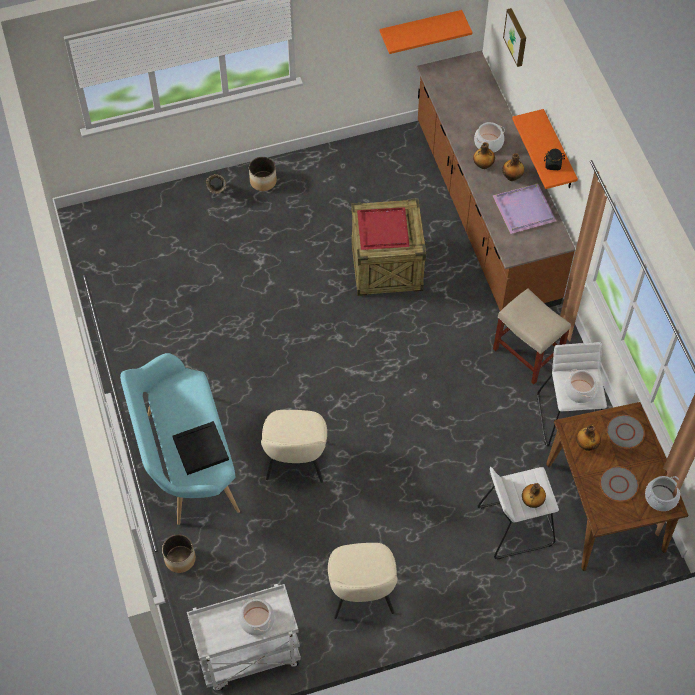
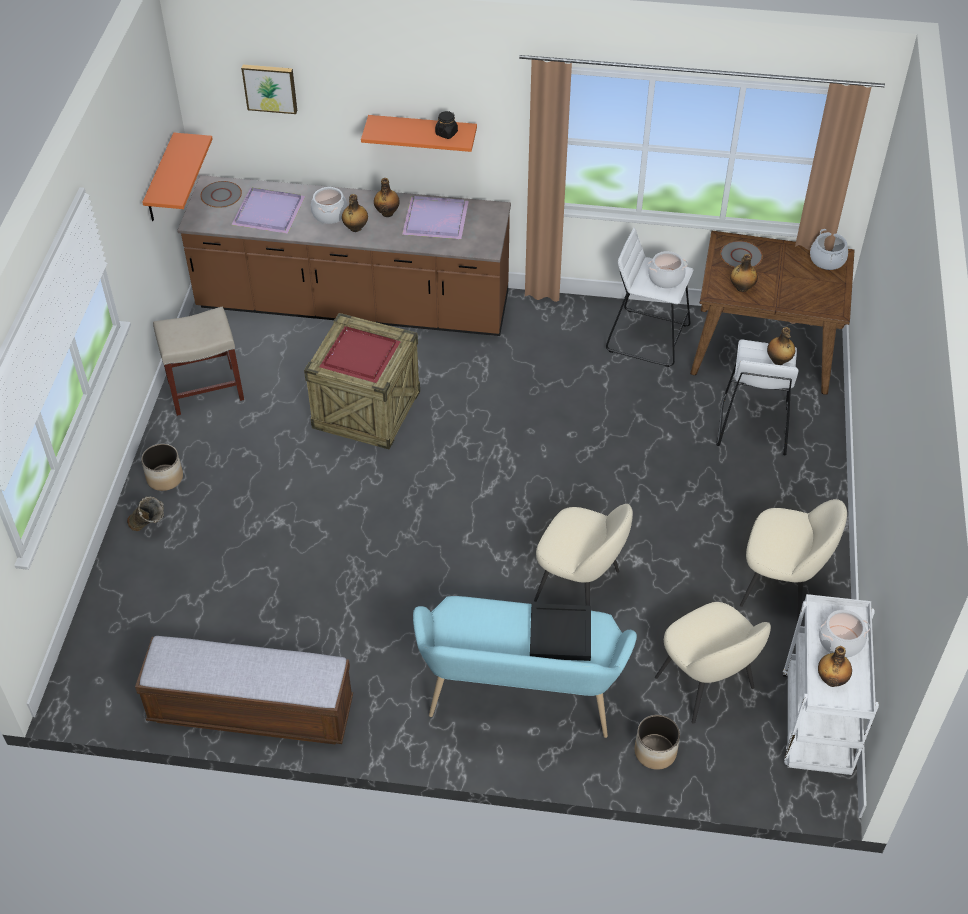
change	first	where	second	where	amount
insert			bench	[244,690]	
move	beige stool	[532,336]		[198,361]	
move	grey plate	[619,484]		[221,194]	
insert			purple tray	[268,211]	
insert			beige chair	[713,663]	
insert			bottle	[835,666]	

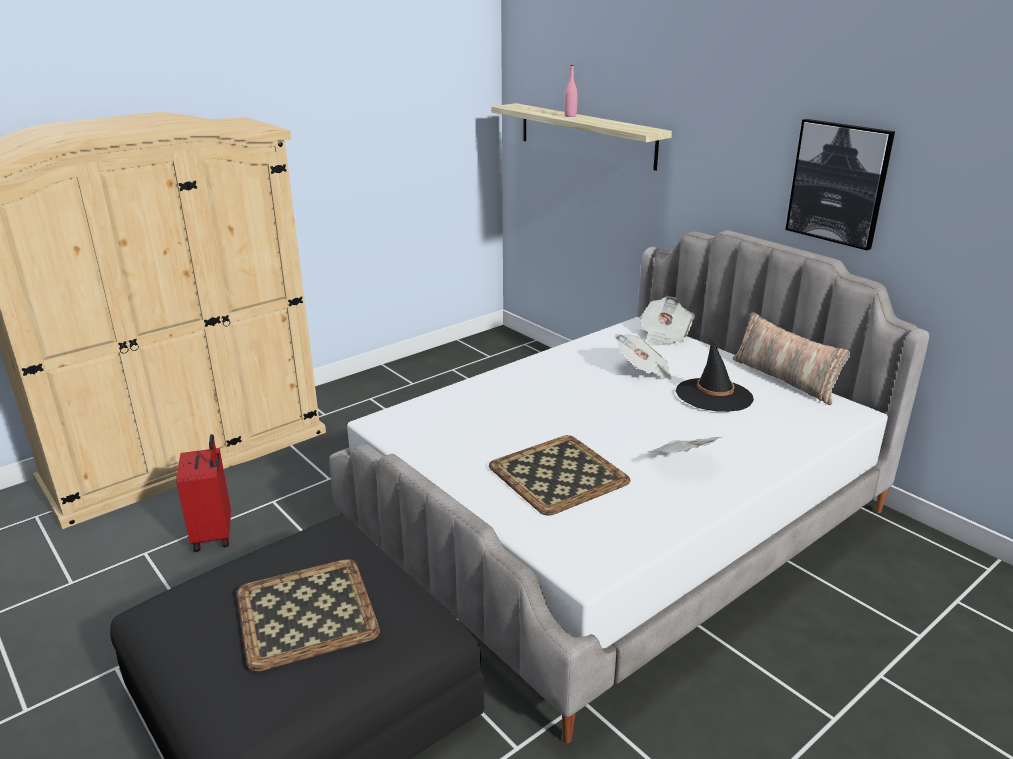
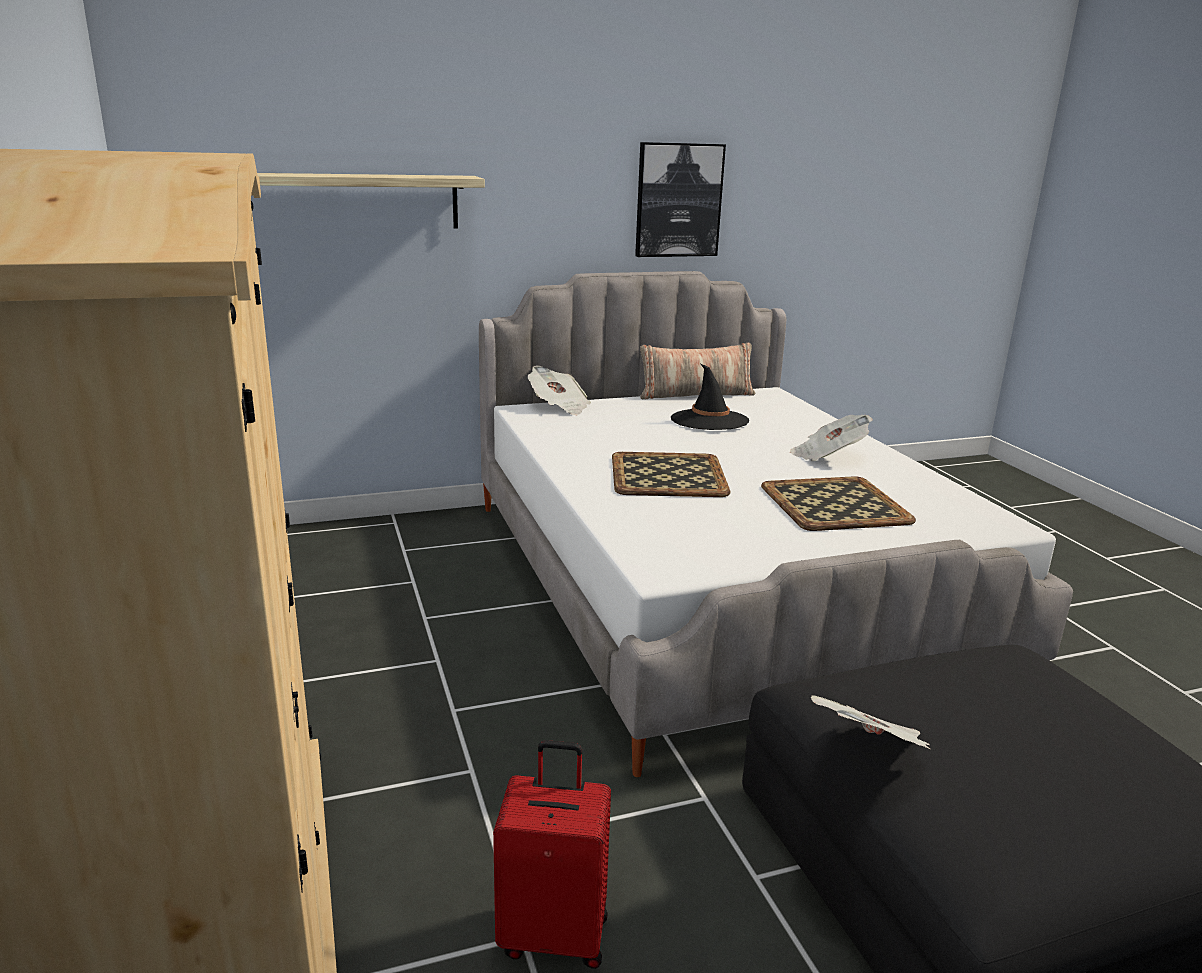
change	first	where	second	where	amount
move	tray	[308,615]		[671,474]	
move	newspaper	[643,356]		[870,722]	
delete	pink bottle	[570,91]			

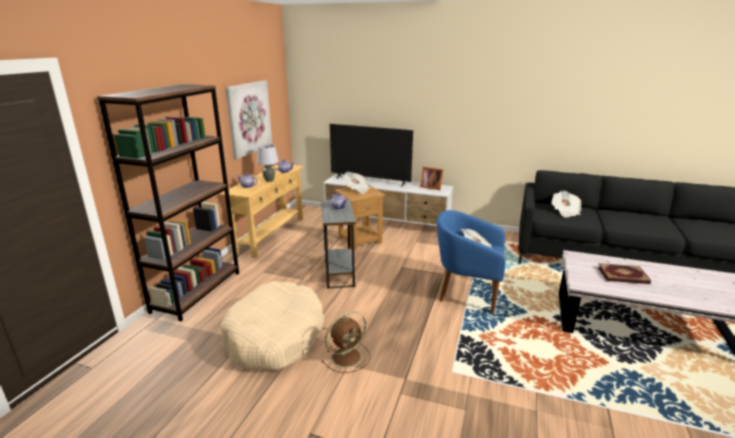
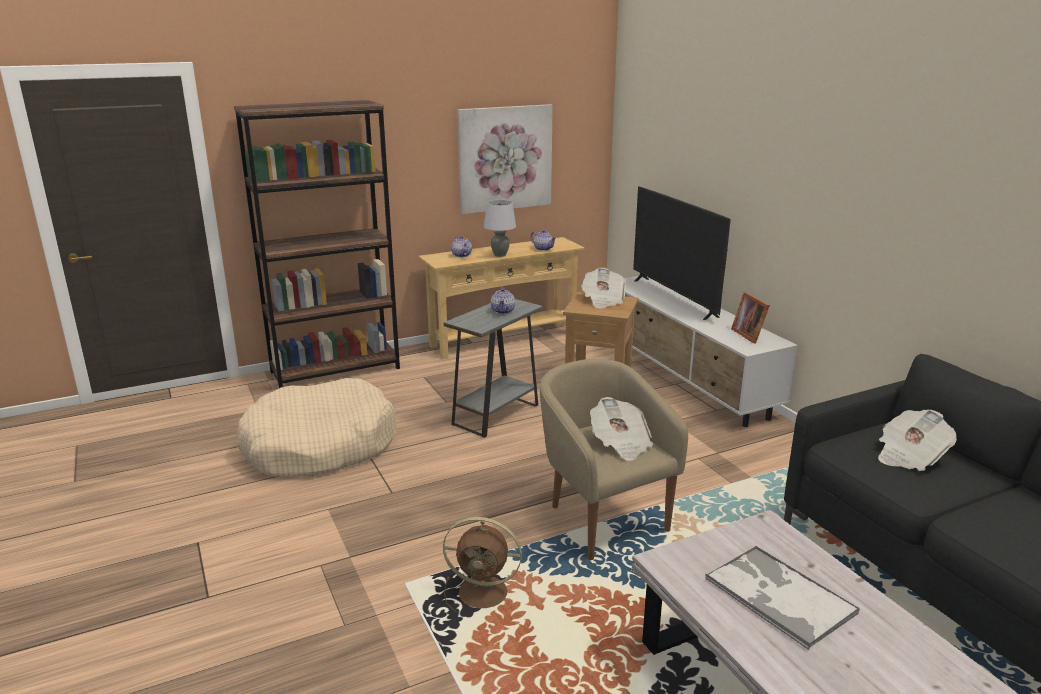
change	first	where	second	where	amount
move	brown fan	[345,342]		[482,564]	
recolor	blue armchair	[471,261]	beige armchair	[614,459]	
replace	book	[624,273]	tray	[783,598]	

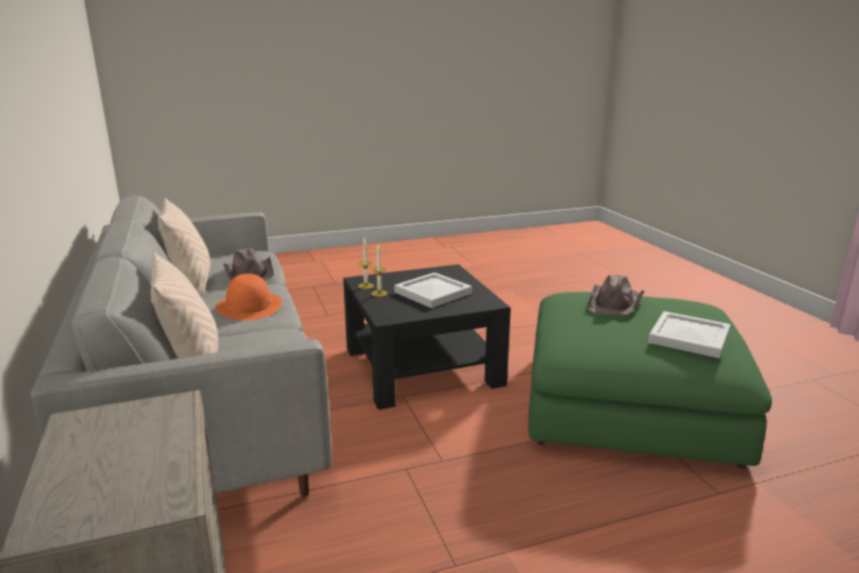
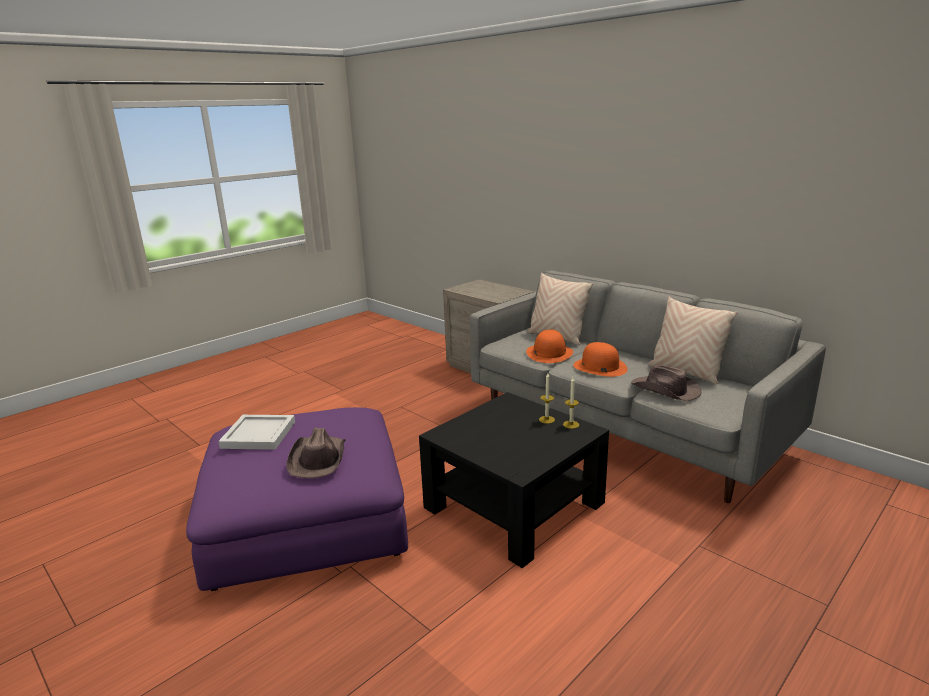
change	first	where	second	where	amount
recolor	green ottoman	[650,380]	purple ottoman	[297,499]	
insert			orange hat	[549,346]	
delete	white tray	[433,290]			

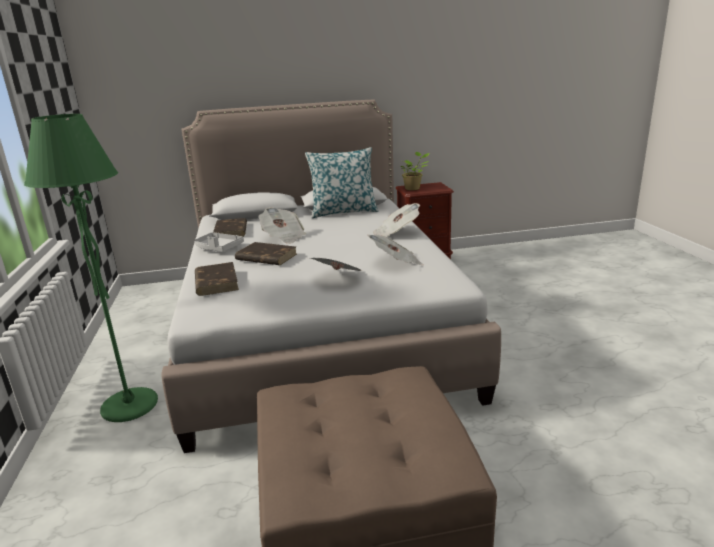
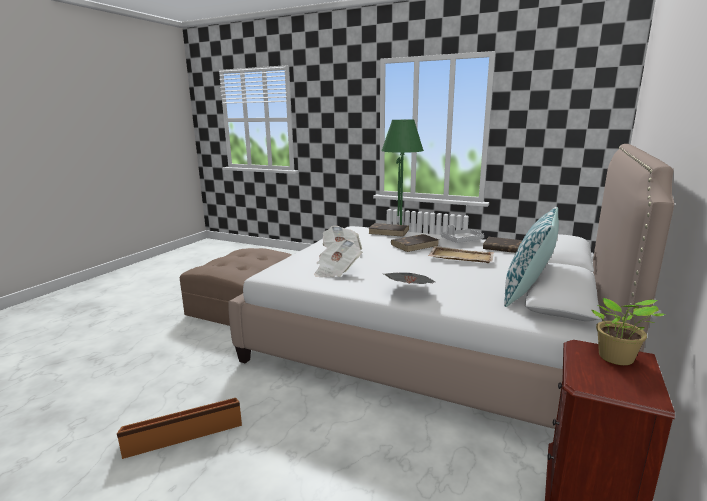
change	first	where	second	where	amount
insert			brown storage box	[179,428]	
replace	newspaper	[282,225]	beige tray	[461,254]	

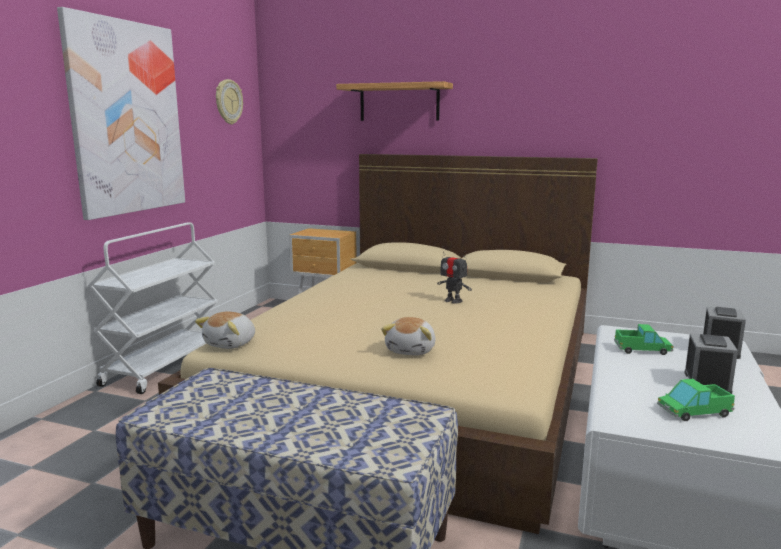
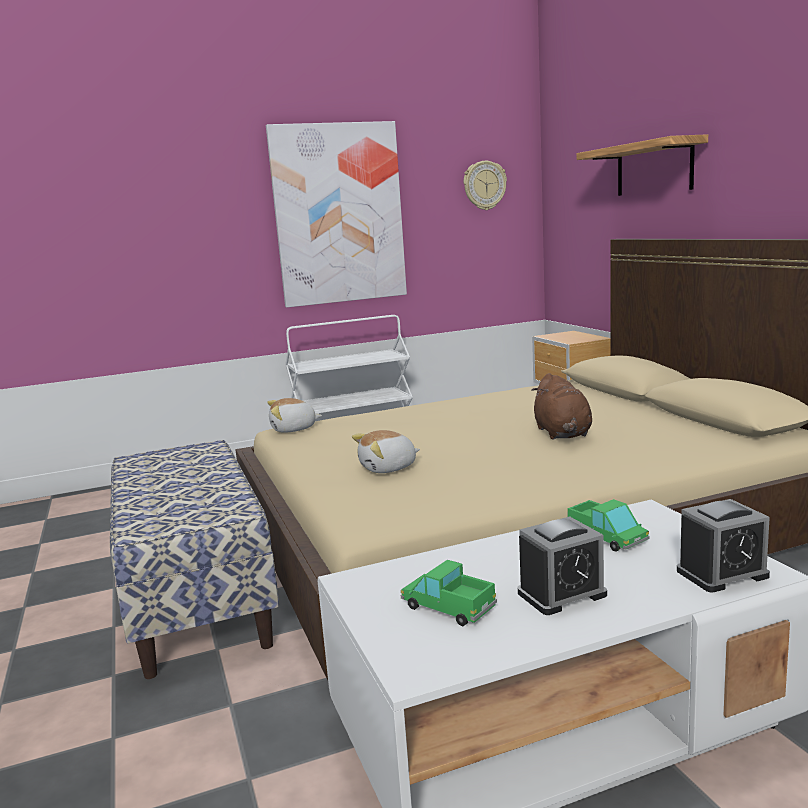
change	first	where	second	where	amount
replace	toy robot	[454,275]	brown plush toy	[561,406]	

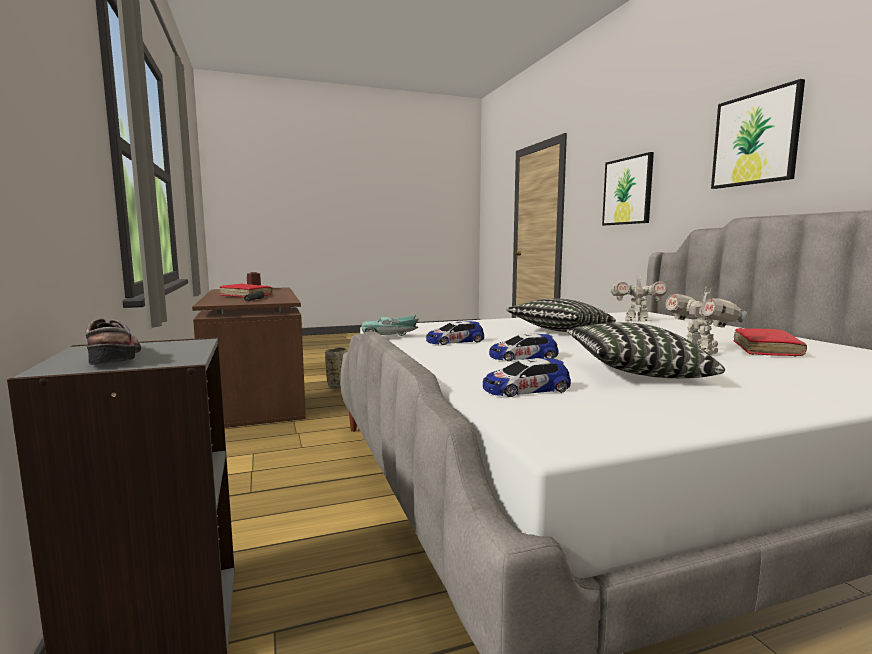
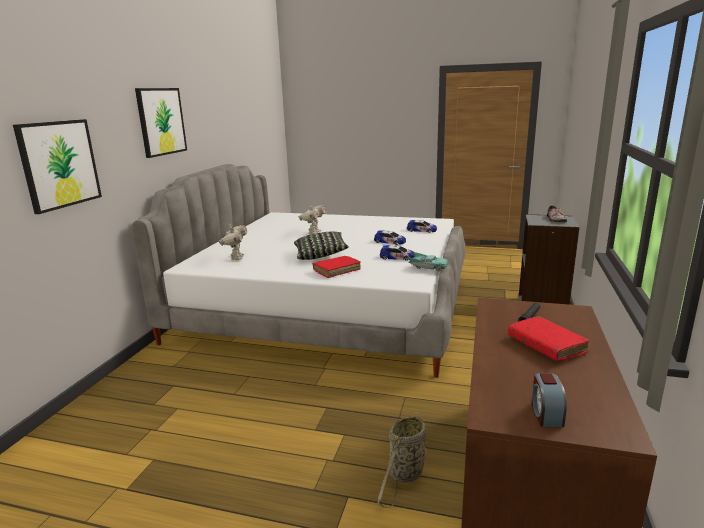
change	first	where	second	where	amount
rotate	toy robot	[639,299]		[233,242]	45 degrees clockwise
move	red book	[770,342]		[337,267]	
delete	pillow	[646,350]			

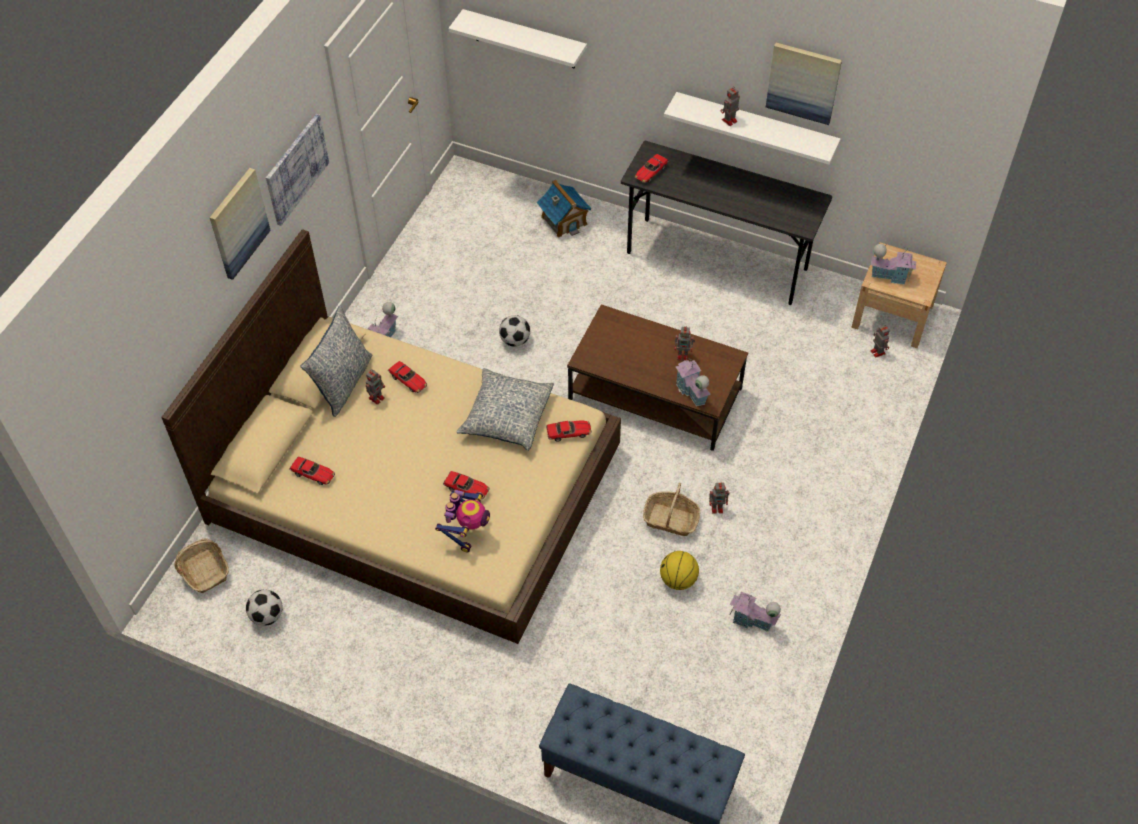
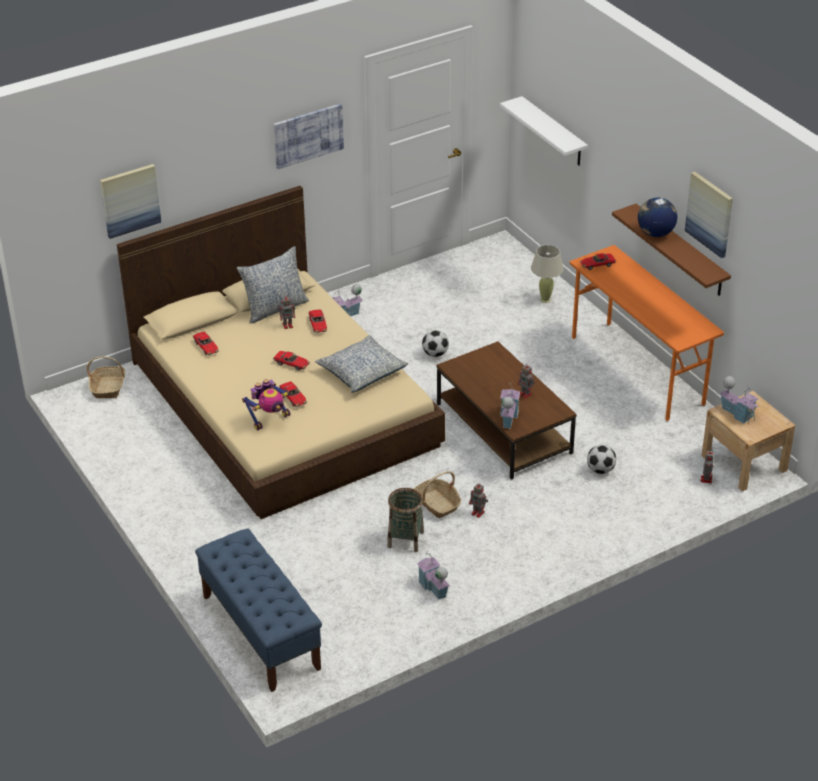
change	first	where	second	where	amount
move	picture	[240,224]		[130,201]	
move	toy car	[568,431]		[291,361]	
replace	basketball	[679,570]	basket	[405,520]	
replace	toy house	[564,209]	beige table lamp	[547,274]	
recolor	grey desk	[726,223]	orange desk	[647,333]	
move	football	[264,608]		[601,459]	
recolor	white shelf	[752,128]	brown shelf	[671,250]	
replace	toy robot	[730,106]	globe	[657,217]	

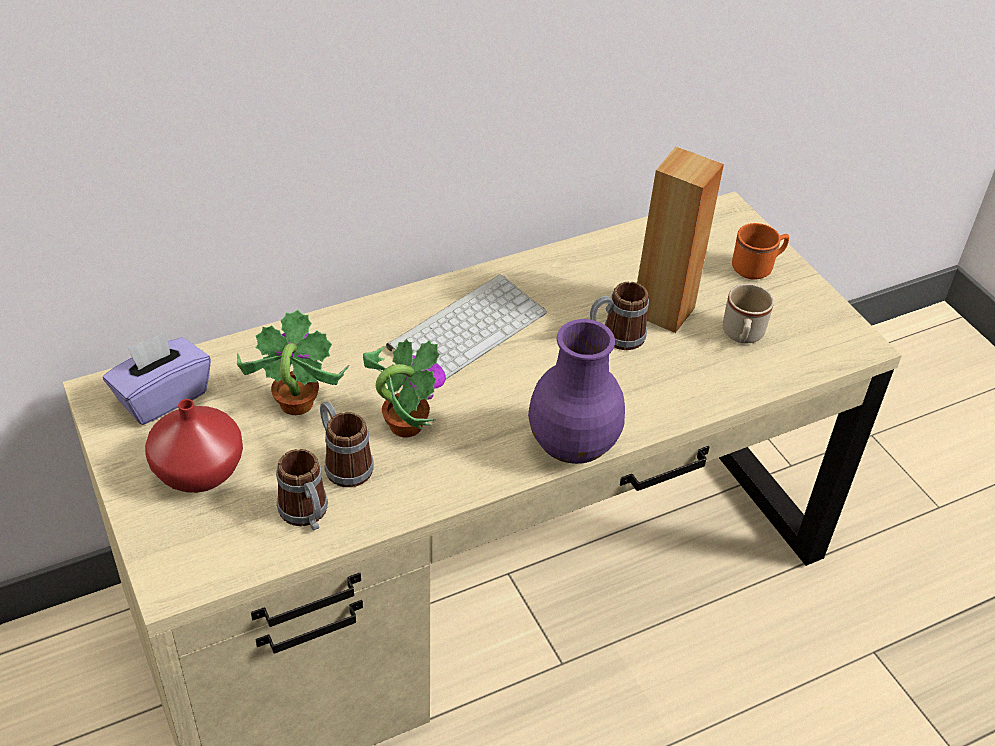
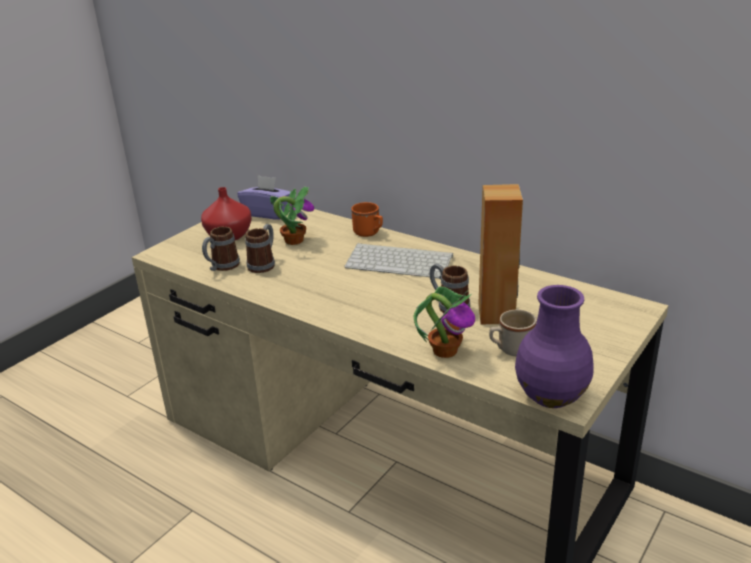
change	first	where	second	where	amount
move	orange mug	[760,251]		[367,219]	
move	potted plant	[404,388]		[444,322]	
move	purple vase	[576,391]		[554,346]	

